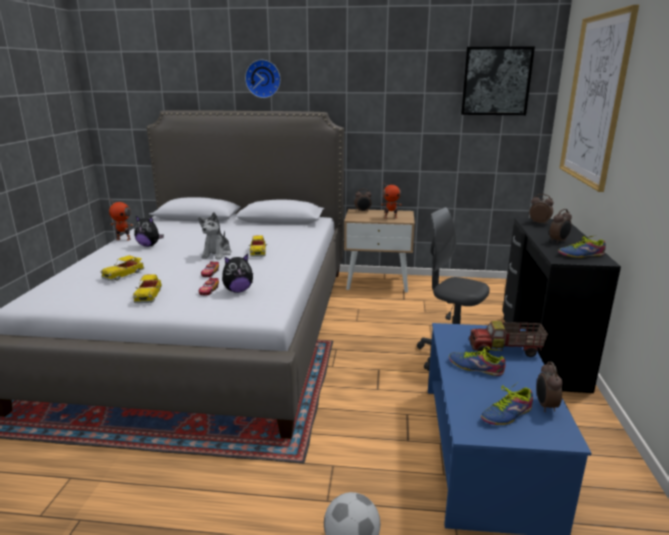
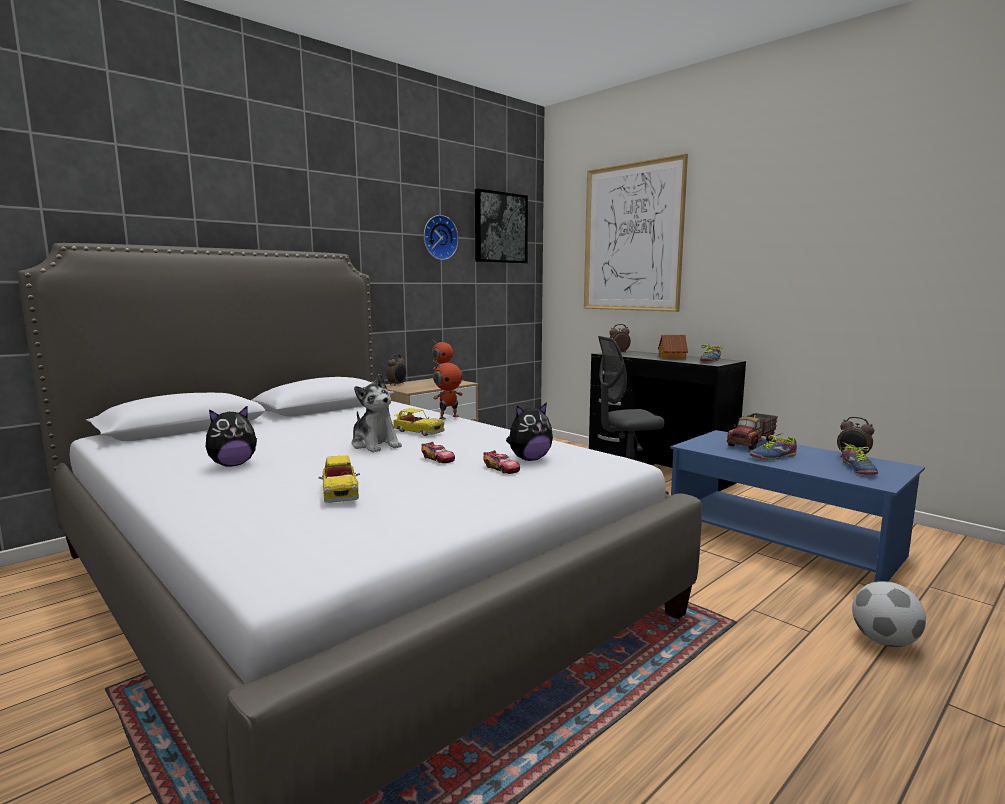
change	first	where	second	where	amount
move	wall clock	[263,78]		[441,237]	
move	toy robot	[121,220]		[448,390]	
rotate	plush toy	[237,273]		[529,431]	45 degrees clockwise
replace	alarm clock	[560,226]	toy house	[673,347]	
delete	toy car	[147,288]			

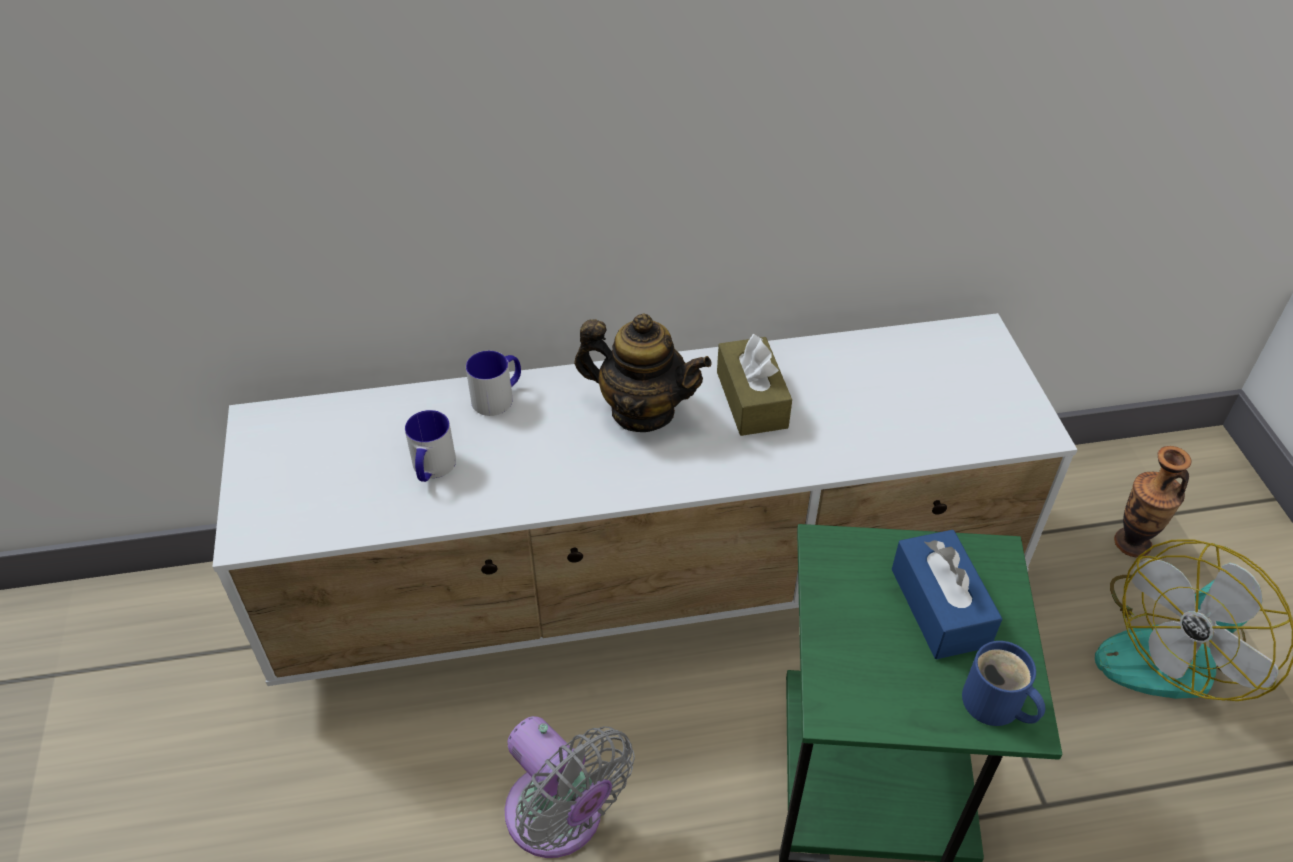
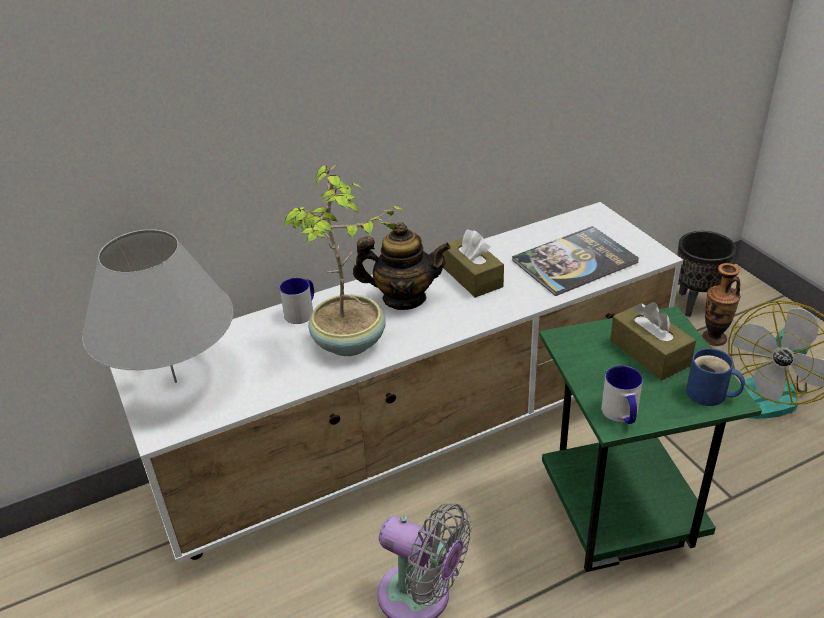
change	first	where	second	where	amount
insert			grey table lamp	[158,306]	
insert			potted plant	[344,260]	
insert			book	[575,261]	
move	mug	[430,446]		[622,395]	
recolor	blue tissue box	[947,594]	brown tissue box	[653,341]	
insert			black planter	[706,274]	

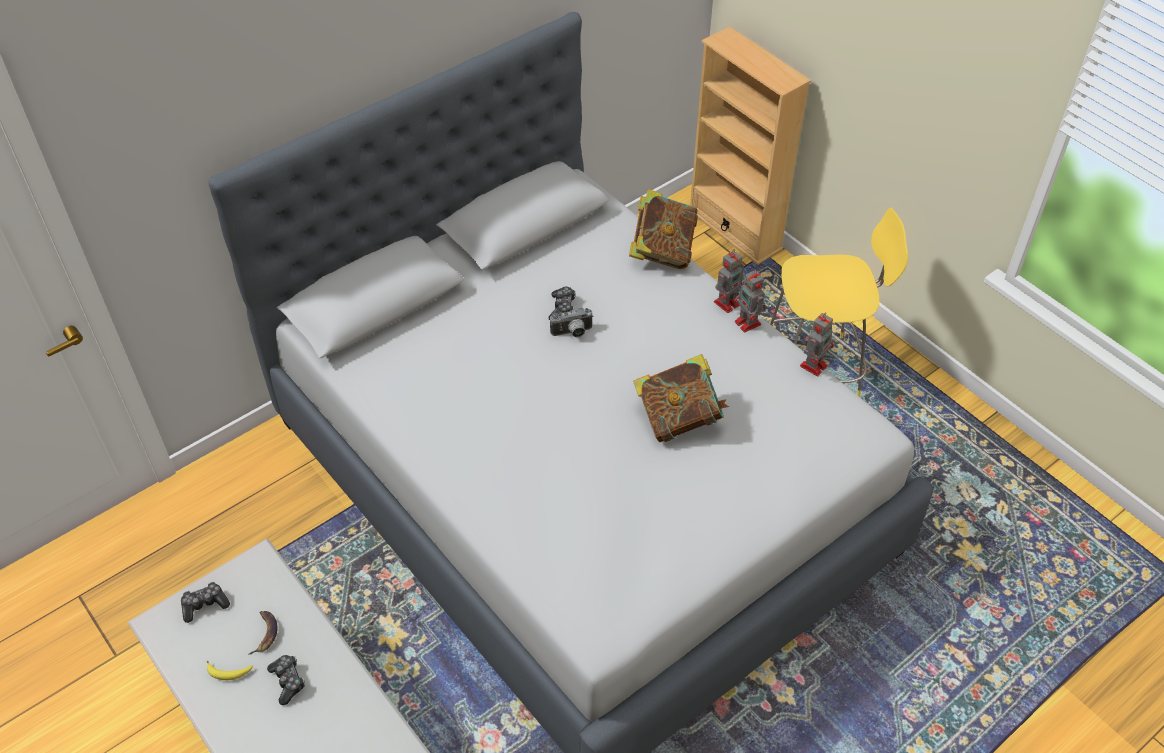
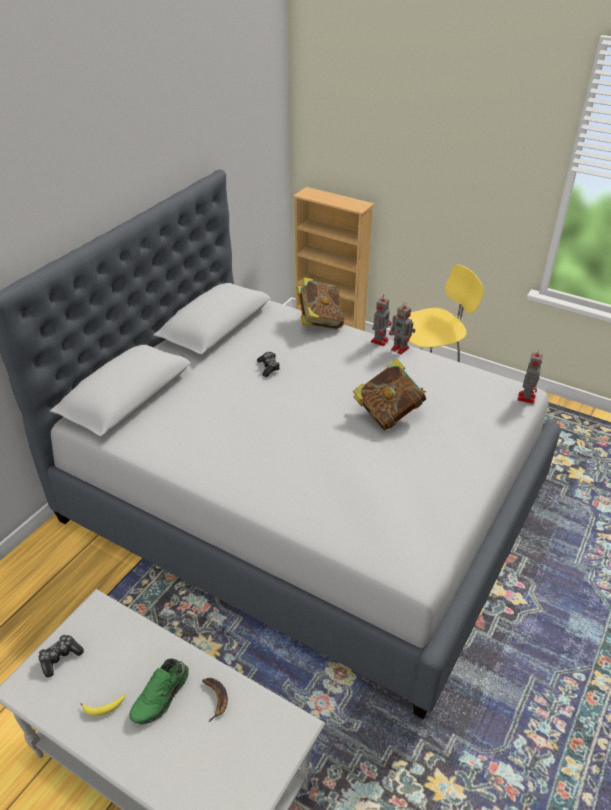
change	first	where	second	where	amount
replace	game controller	[286,680]	green shoe	[159,691]	
move	banana	[263,633]		[215,700]	
move	toy robot	[817,344]		[530,376]	
delete	photo camera	[572,322]			

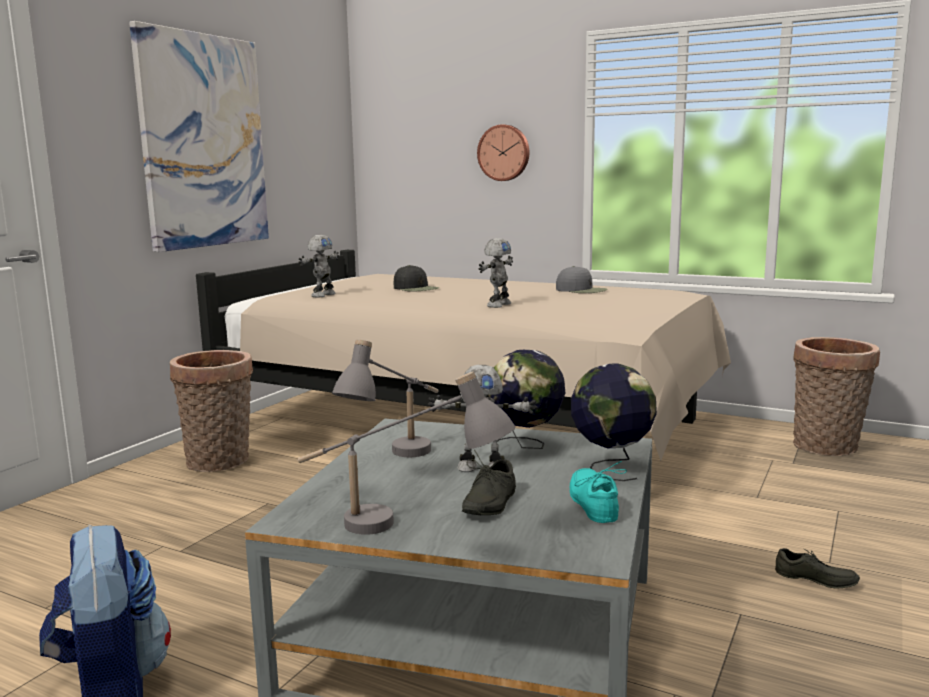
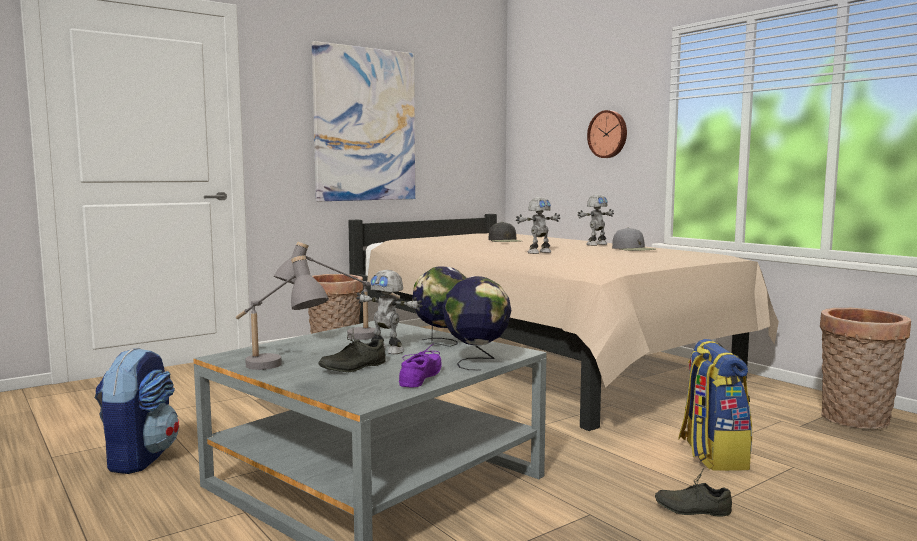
change	first	where	second	where	amount
recolor	turquoise shoe	[598,492]	purple shoe	[420,365]	
move	toy robot	[318,266]		[595,220]	
rotate	grey shoe	[817,568]		[693,493]	135 degrees clockwise
insert			backpack	[715,405]	

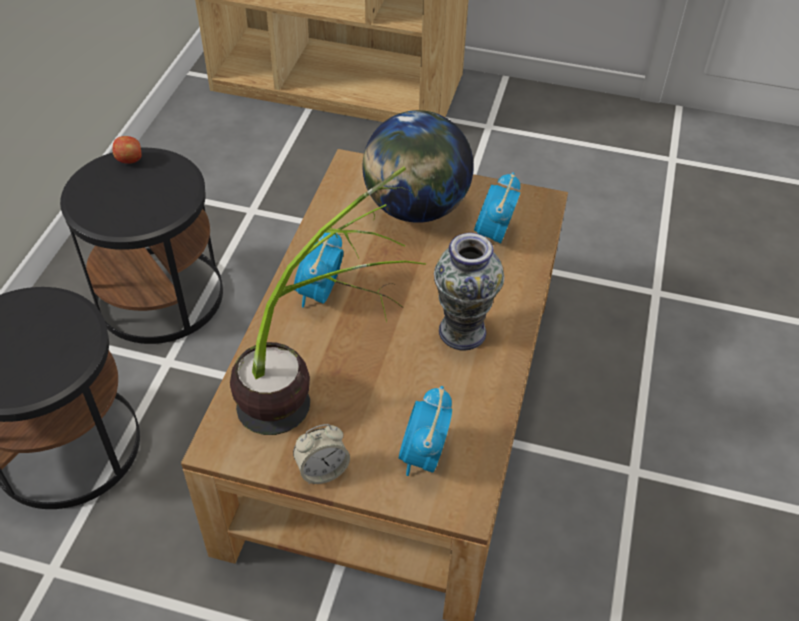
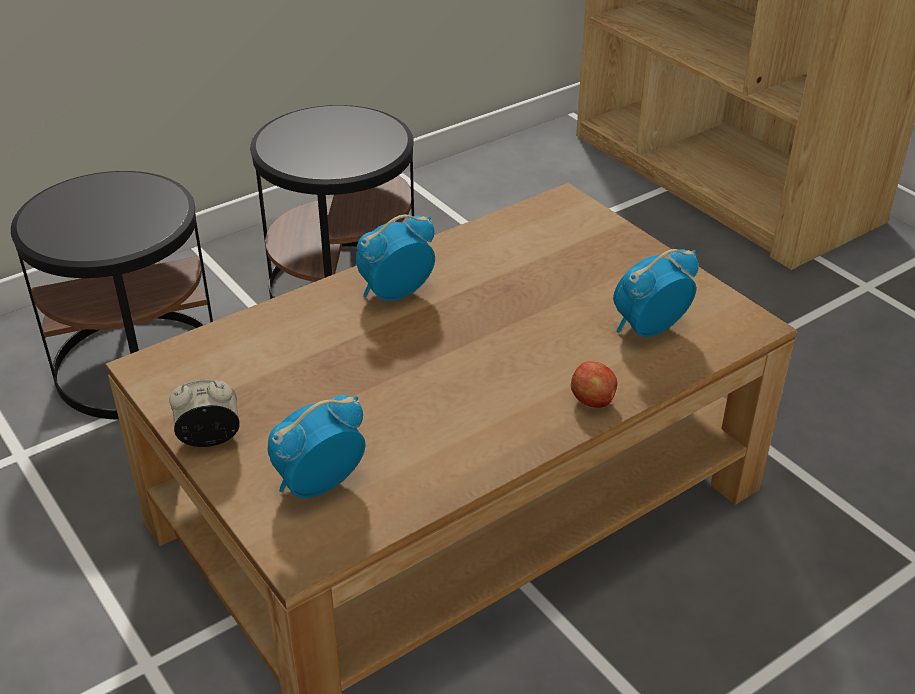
change	first	where	second	where	amount
rotate	alarm clock	[321,454]		[204,413]	150 degrees clockwise
move	apple	[127,150]		[594,384]	
delete	potted plant	[328,300]			
delete	globe	[418,166]			
delete	vase	[469,292]			

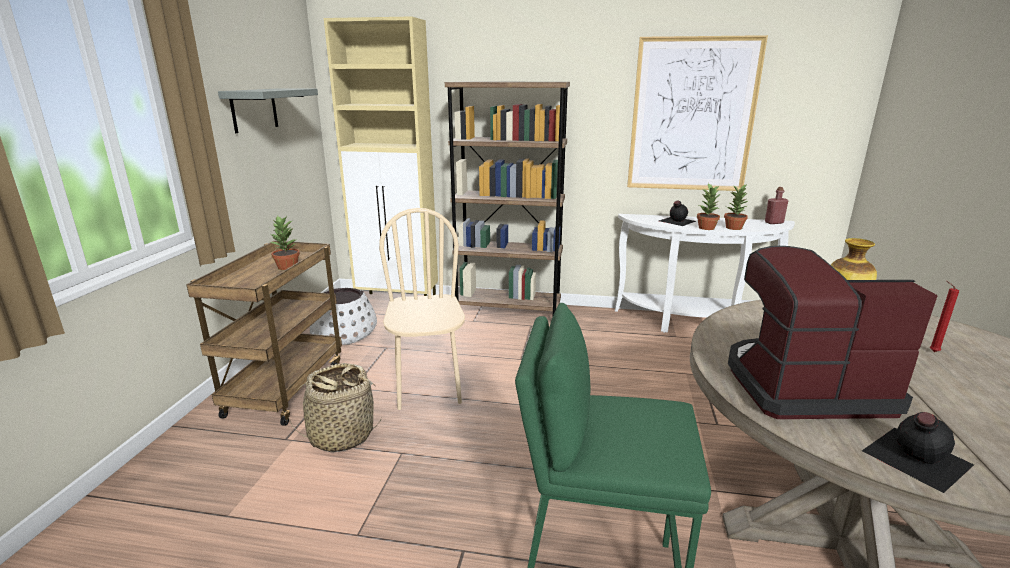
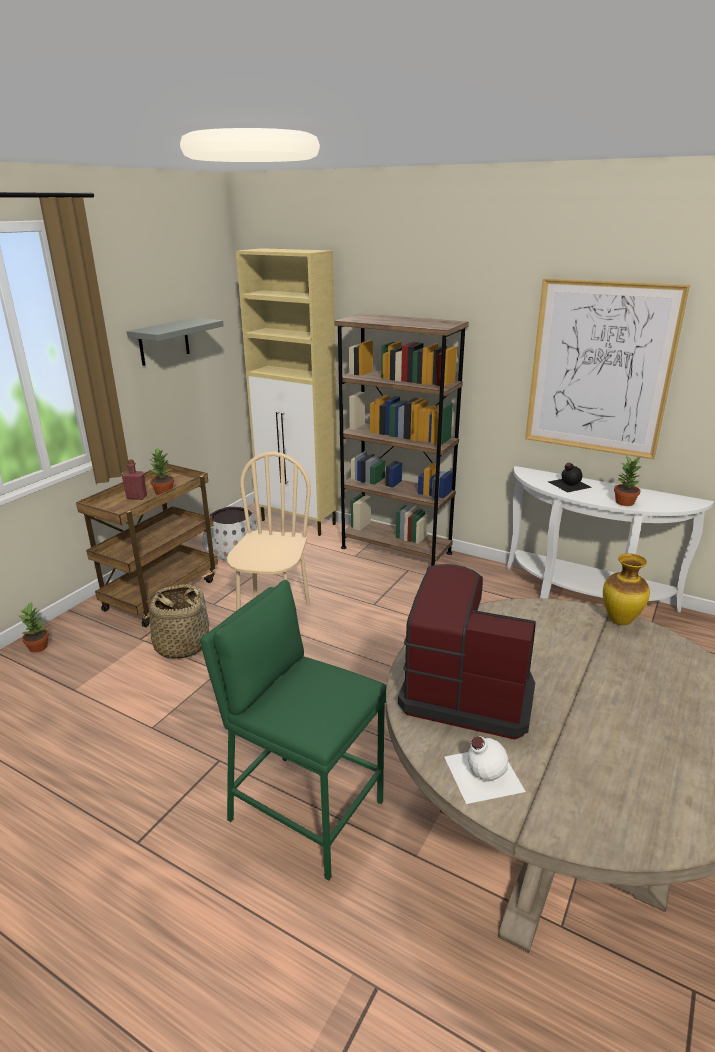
change	first	where	second	where	amount
move	potted plant	[709,206]		[34,628]	
move	red bottle	[776,205]		[134,479]	
recolor	black bottle	[918,452]	white bottle	[485,770]	
delete	red candle	[944,316]			

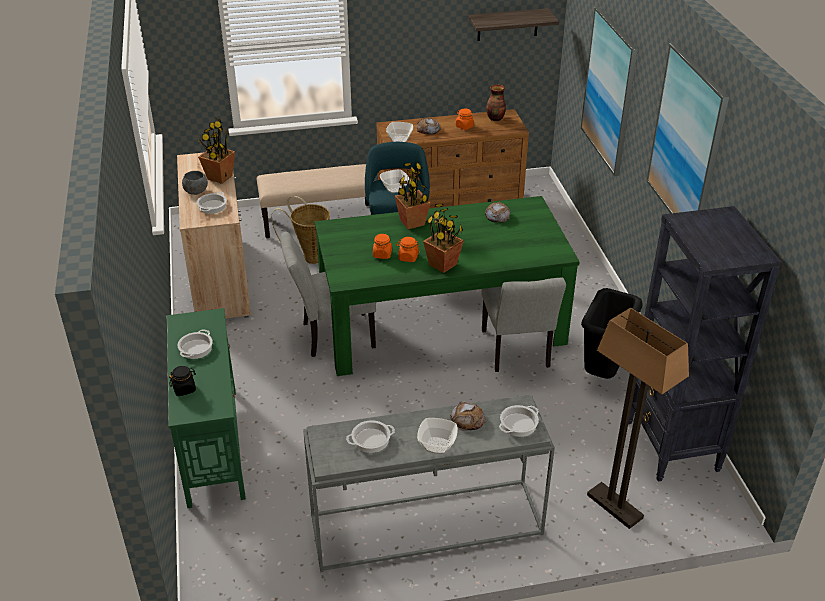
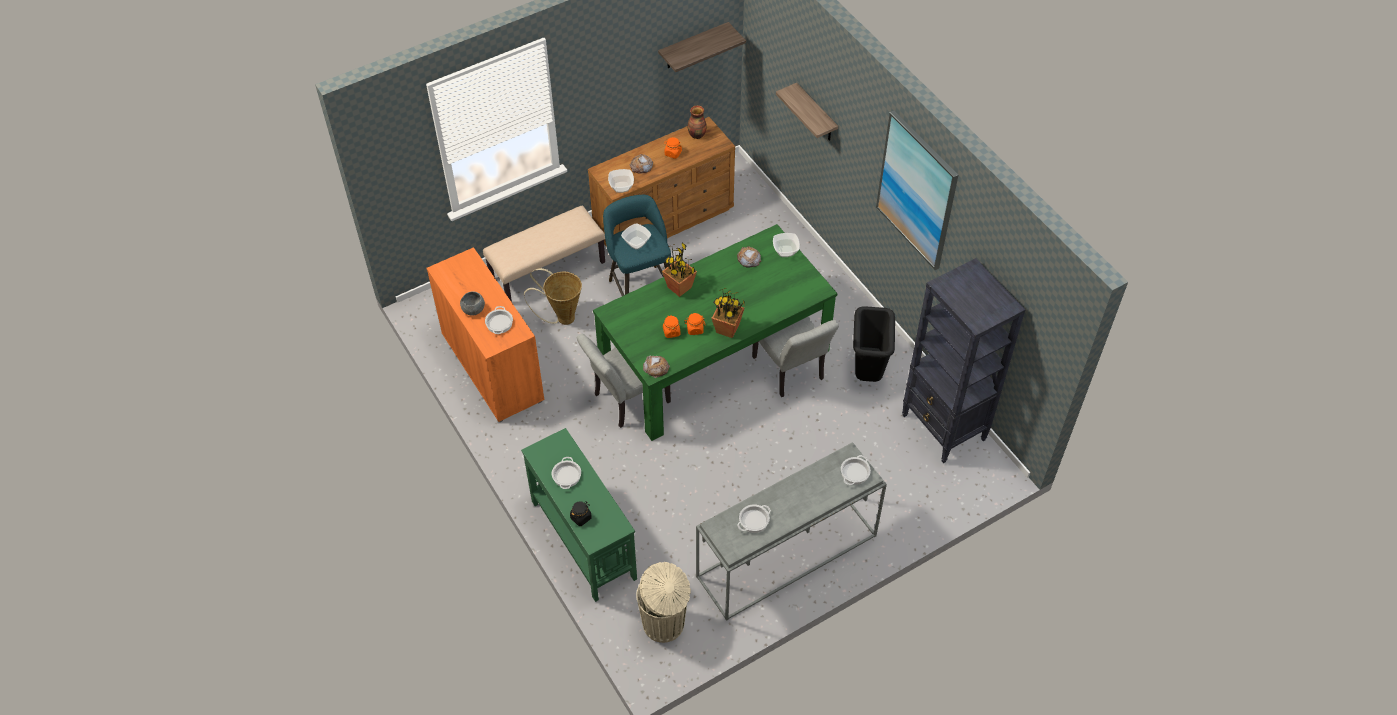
change	first	where	second	where	amount
recolor	beige cabinet	[214,236]	orange cabinet	[485,335]	
insert			beige trash can	[663,602]	
move	bread	[468,416]		[656,367]	
move	bowl	[437,436]		[786,245]	
replace	picture	[609,91]	shelf	[807,112]	
delete	potted plant	[216,151]			
delete	floor lamp	[638,418]			

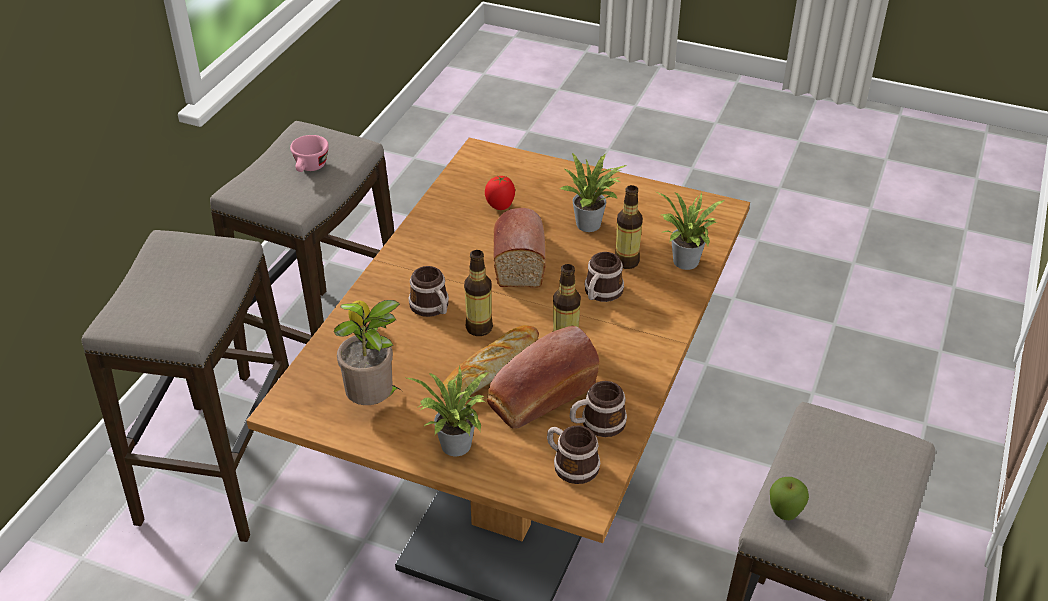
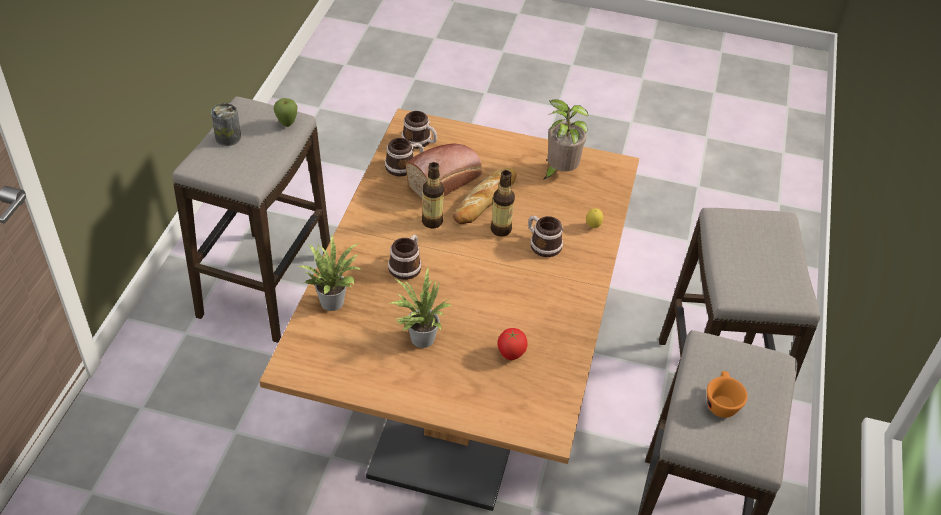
change	first	where	second	where	amount
insert			can	[226,124]	
recolor	pink cup	[309,153]	orange cup	[727,394]	
delete	potted plant	[448,410]			
delete	bread	[519,248]			
delete	bottle	[629,227]			

